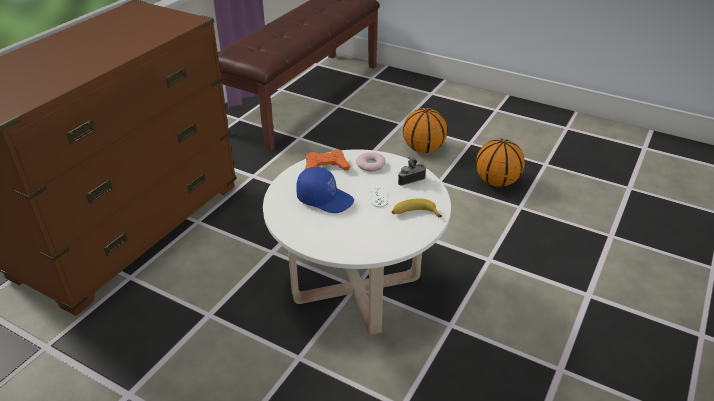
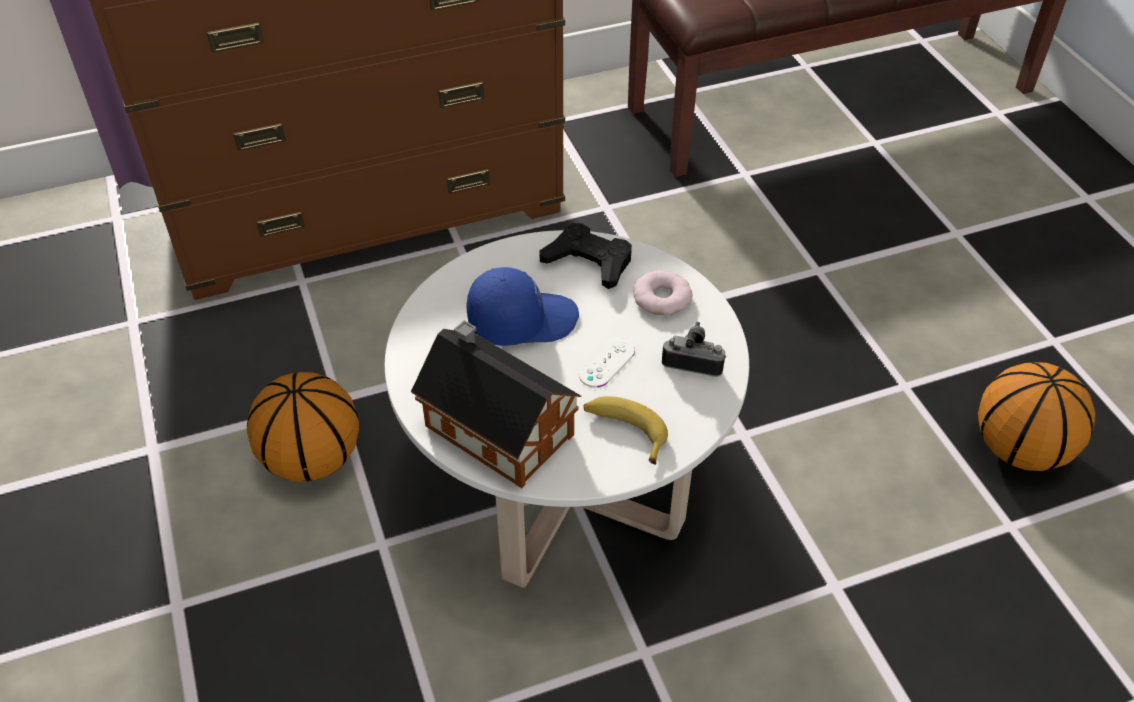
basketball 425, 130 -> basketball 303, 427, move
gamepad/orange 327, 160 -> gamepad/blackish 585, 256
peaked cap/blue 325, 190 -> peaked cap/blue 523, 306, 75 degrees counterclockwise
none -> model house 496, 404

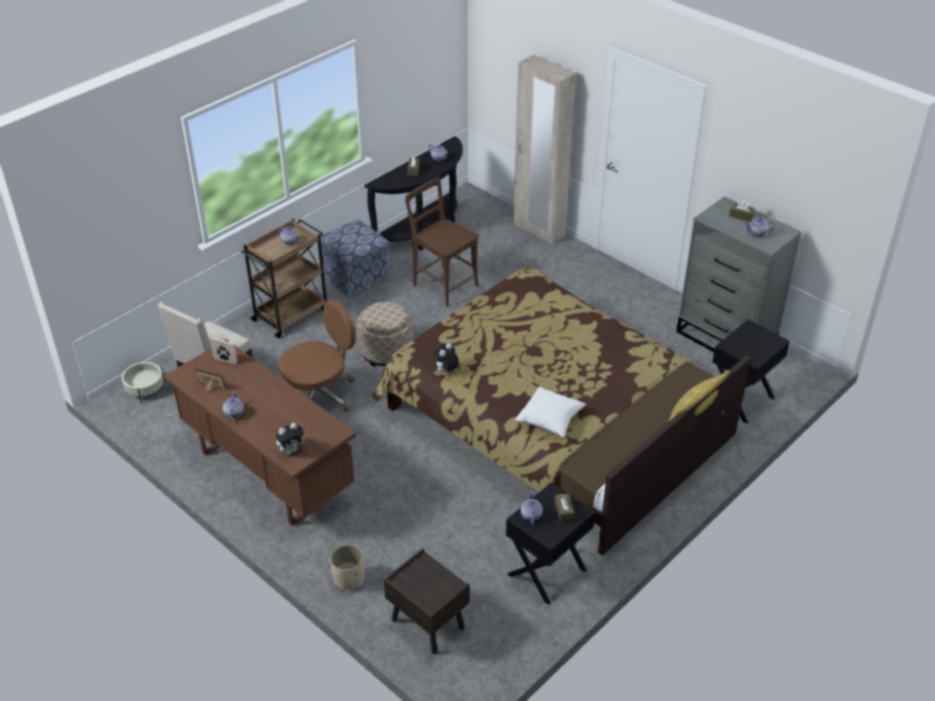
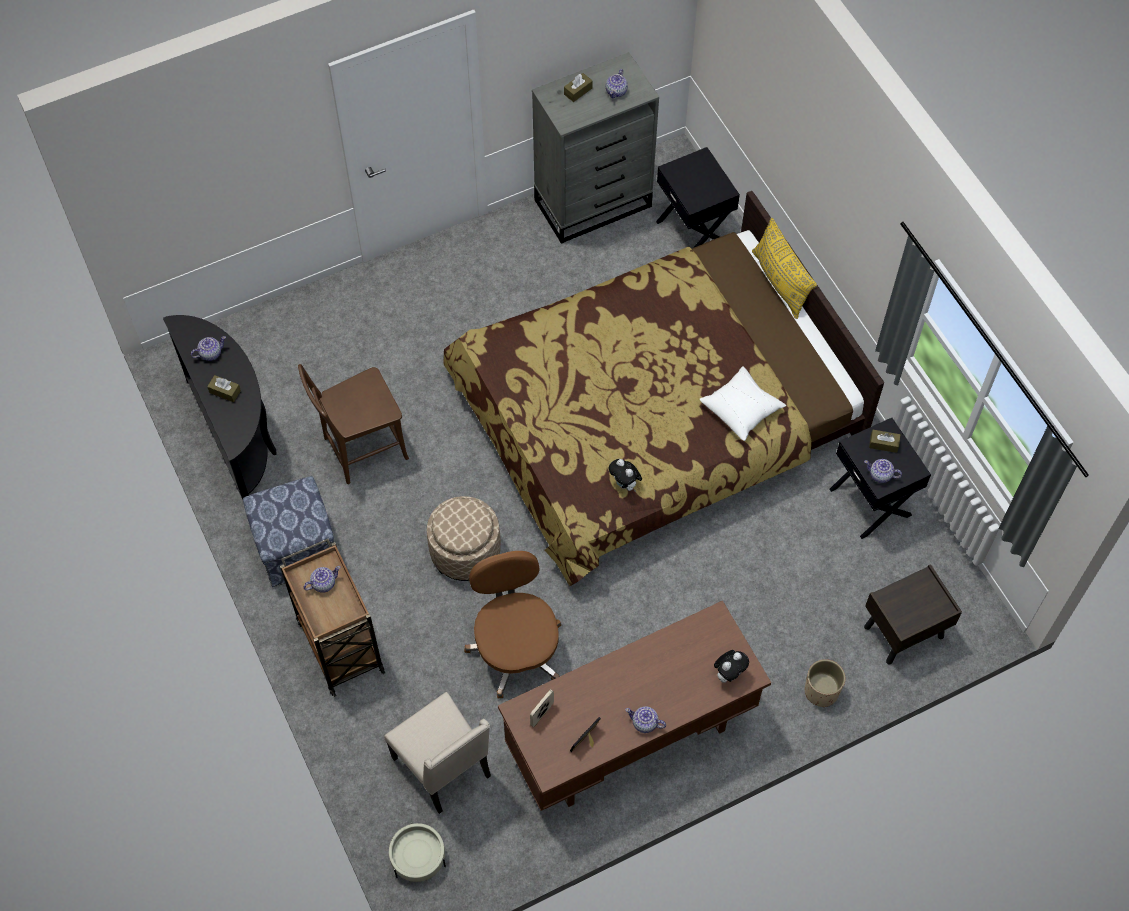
wardrobe/beige 544, 150 -> none
cuddly toy 291, 438 -> cuddly toy 731, 666, 60 degrees clockwise

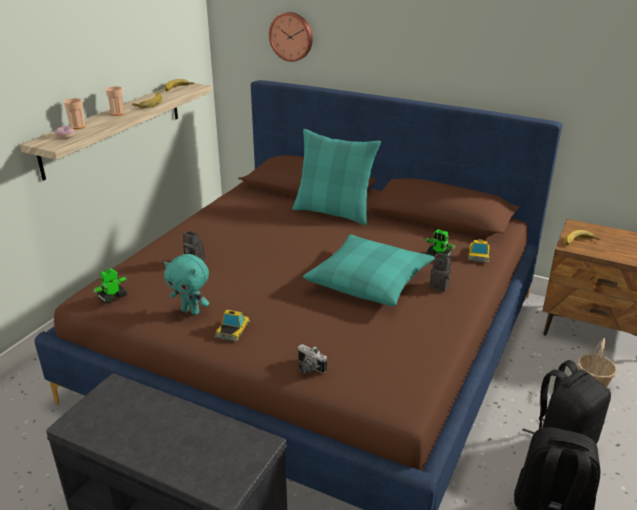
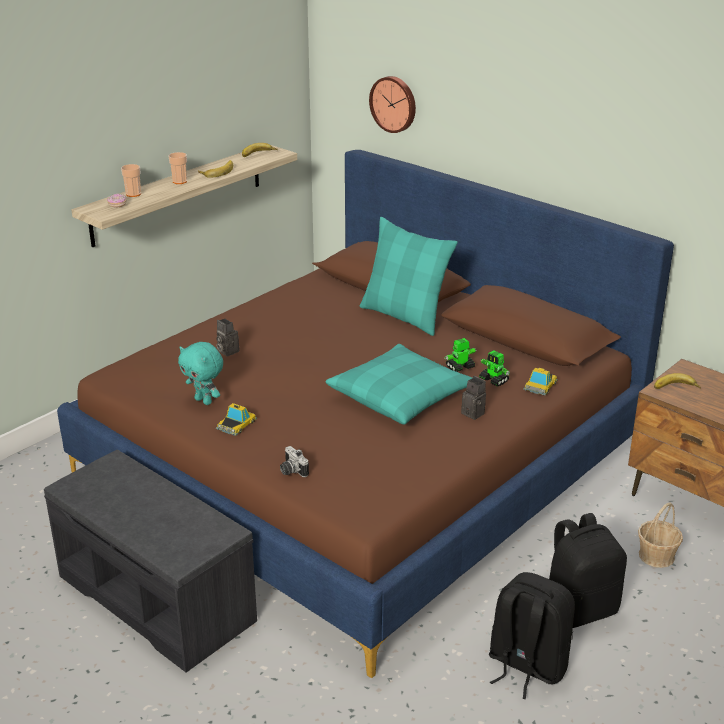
robot figure 109, 285 -> robot figure 460, 355, move

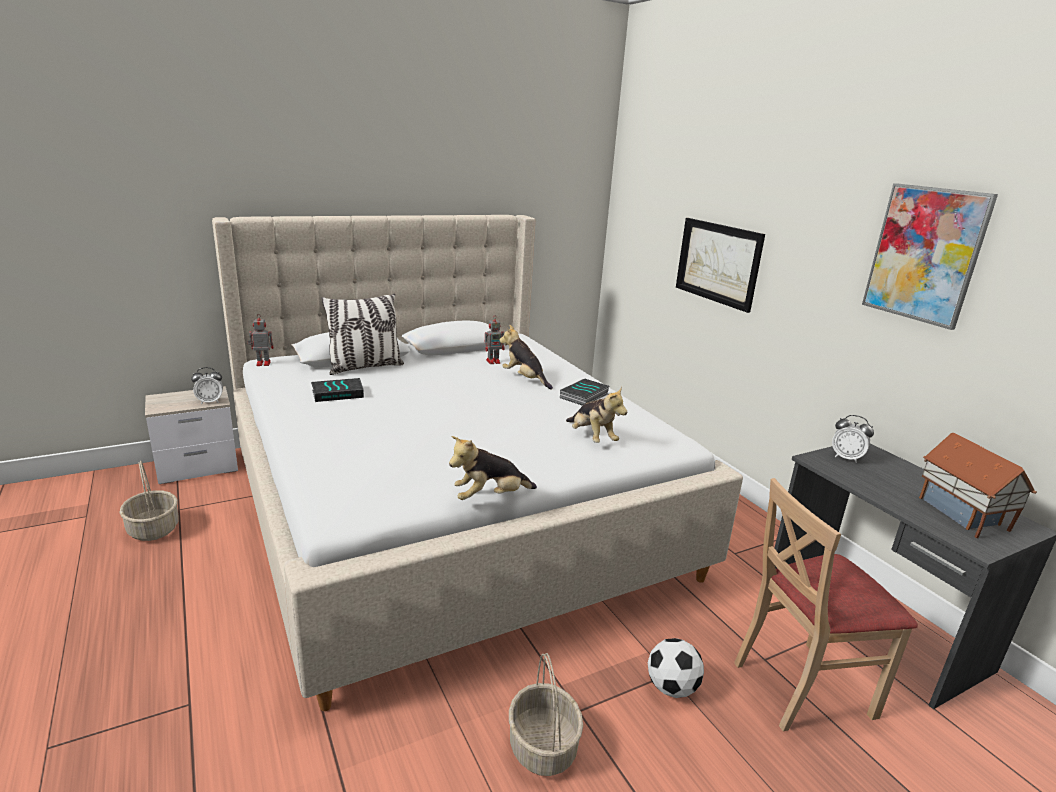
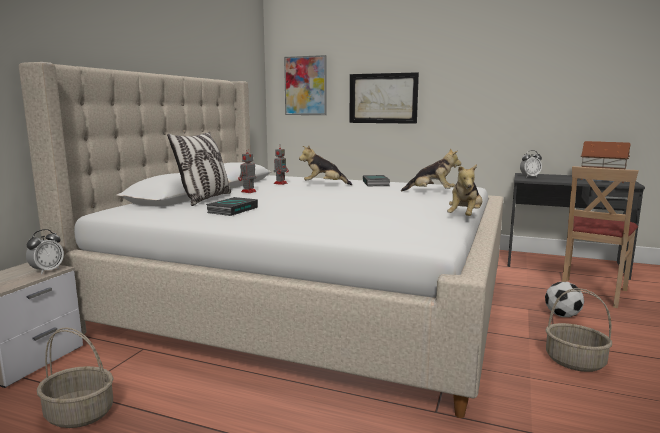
picture 930, 256 -> picture 305, 85, move
robot figure 261, 342 -> robot figure 247, 170, move

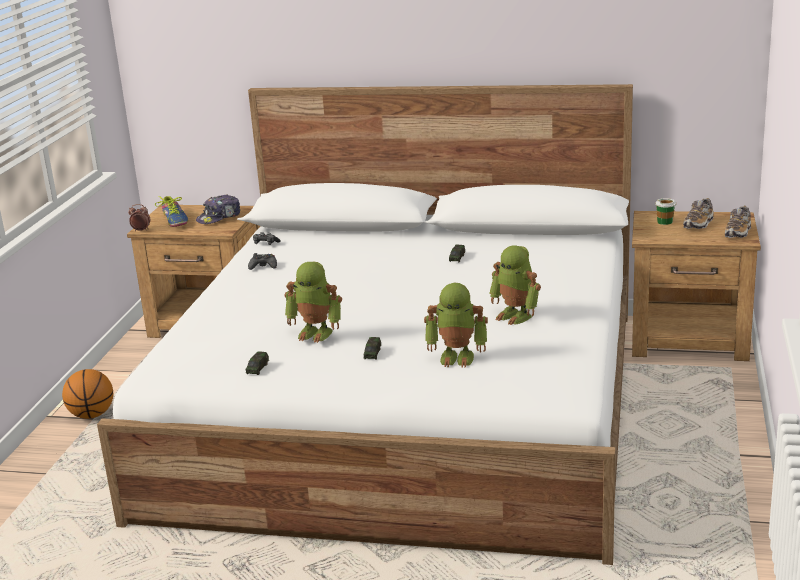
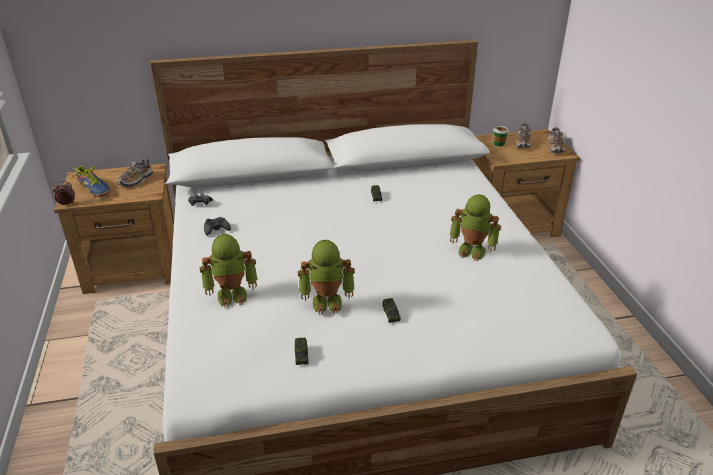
peaked cap 218, 209 -> item of footwear 135, 172
robot figure 456, 325 -> robot figure 228, 271, move
basketball 87, 394 -> none

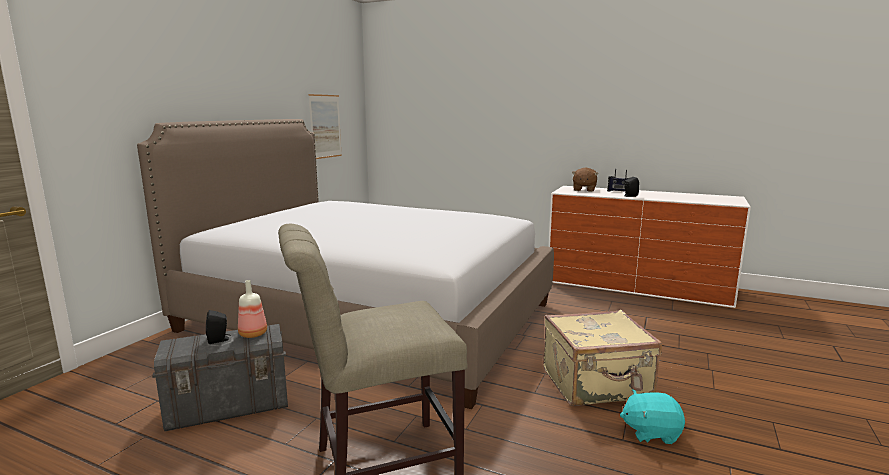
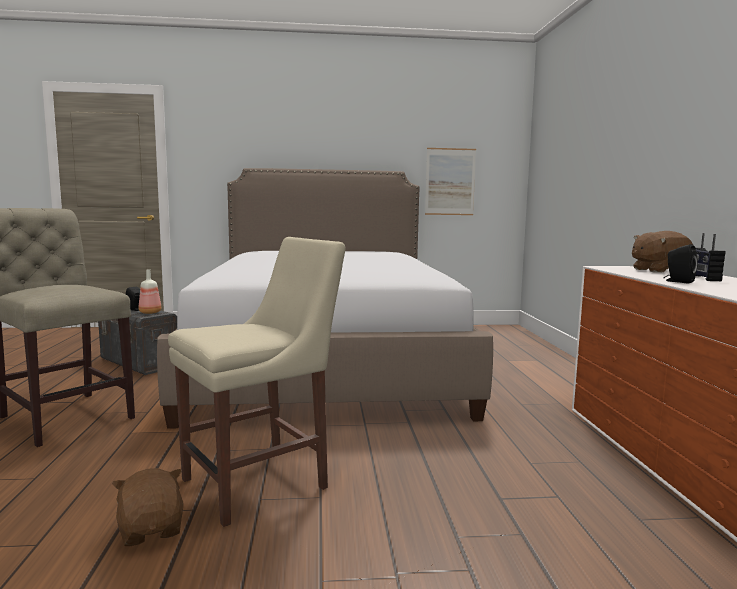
suitcase/beige 602, 358 -> upright chair/beige 256, 382
cuddly toy/blue-green 652, 416 -> cuddly toy/brownish 147, 507

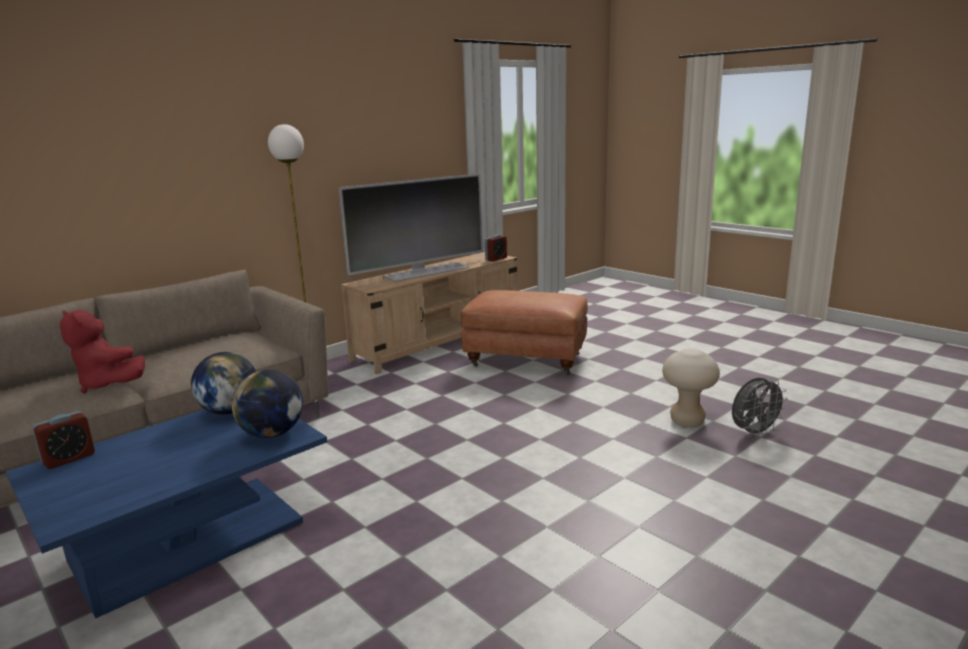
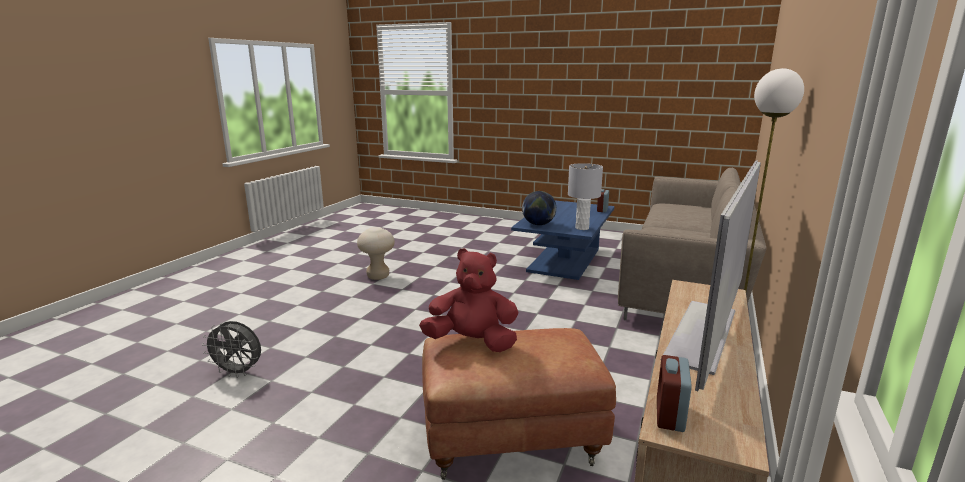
cuddly toy/red-coloured 102, 351 -> cuddly toy/red-coloured 468, 300, move
stool/beige 691, 387 -> stool/beige 376, 253, move
world globe 223, 383 -> lamp for a table/grey 585, 196
fan/grey 760, 408 -> fan/grey 231, 349, 120 degrees counterclockwise

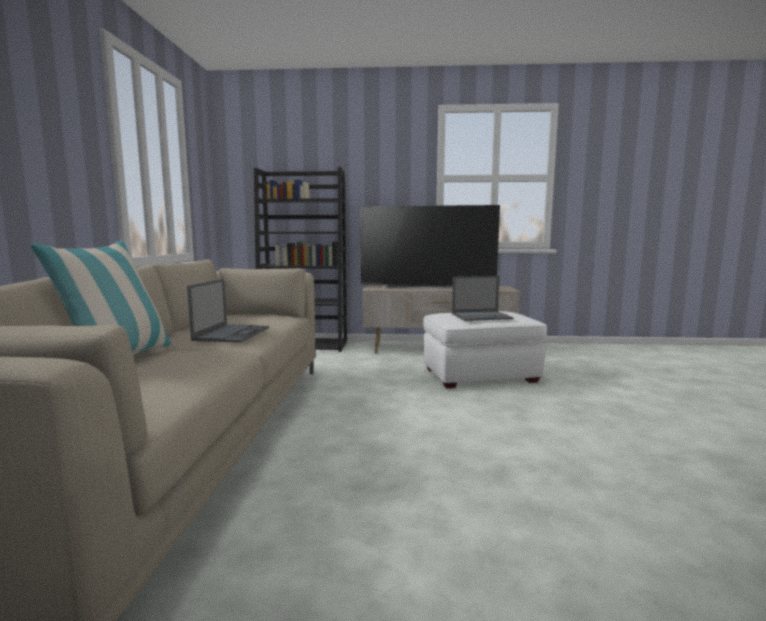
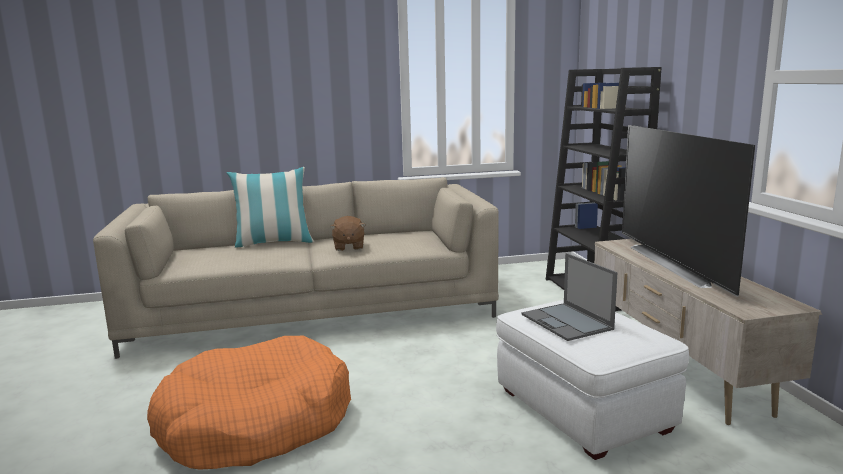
portable computer 228, 311 -> cuddly toy/brownish 348, 233
none -> dog cushion/orange 249, 403

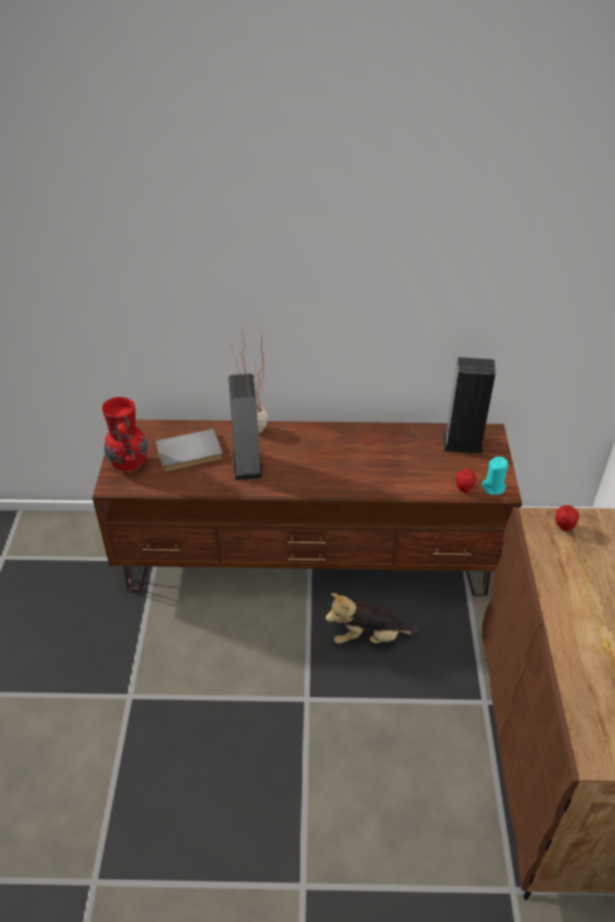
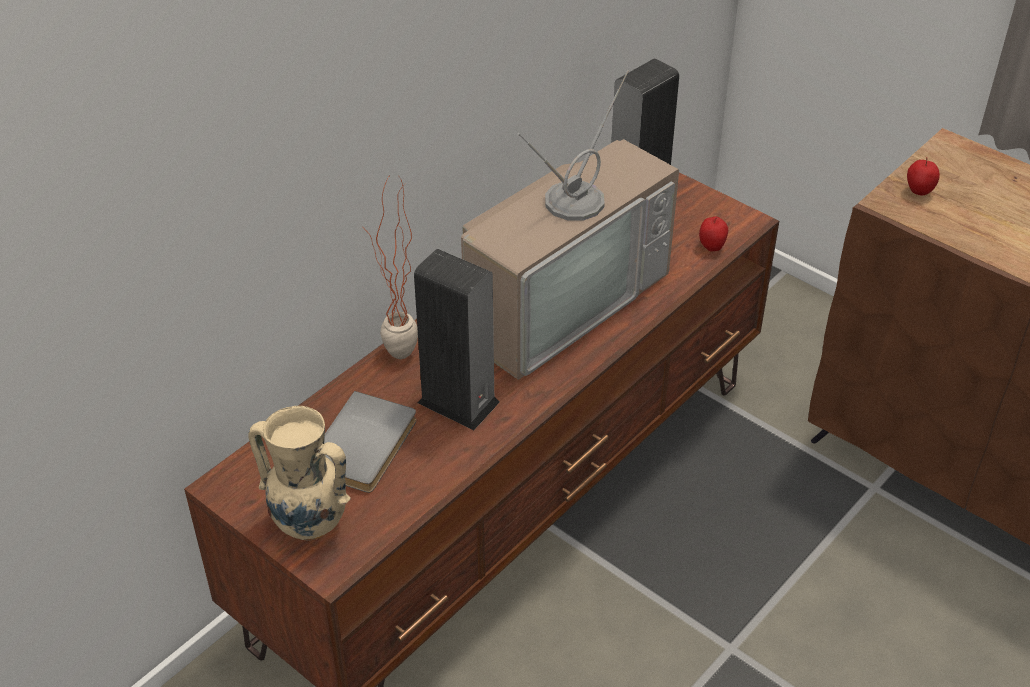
decorative vase/red-coloured 124, 434 -> decorative vase/beige 300, 473
wax light/blue-green 495, 476 -> none
cuddly toy 372, 618 -> none
none -> TV set 570, 225

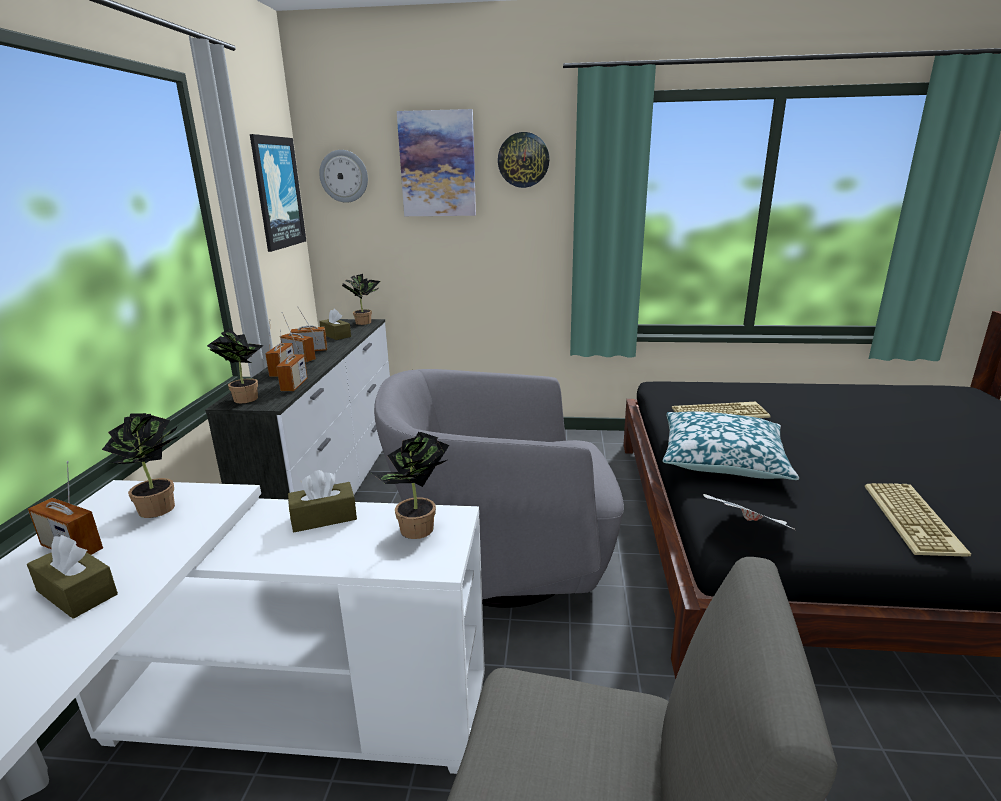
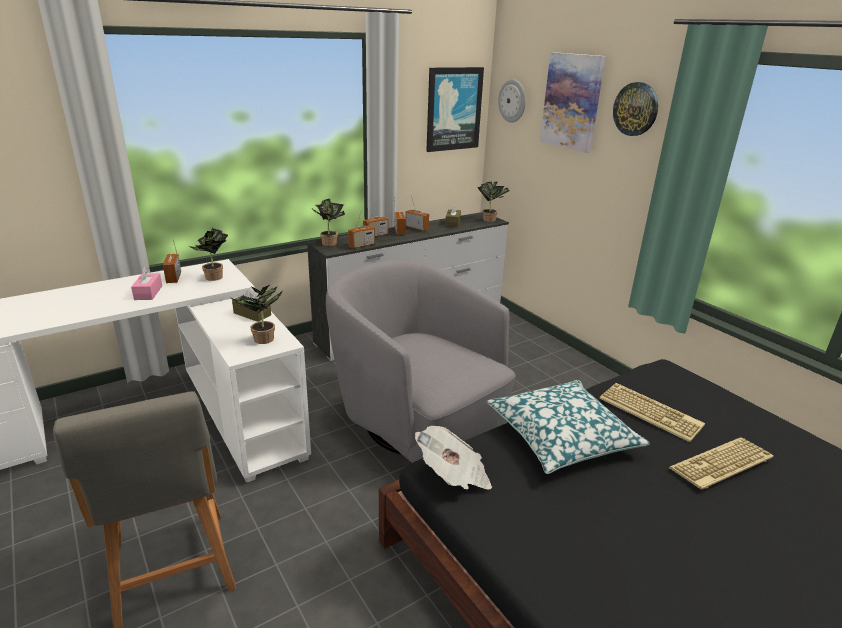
PC keyboard 917, 520 -> PC keyboard 721, 463, move
tissue box/brownish 72, 577 -> tissue box/pink-coloured 146, 283

